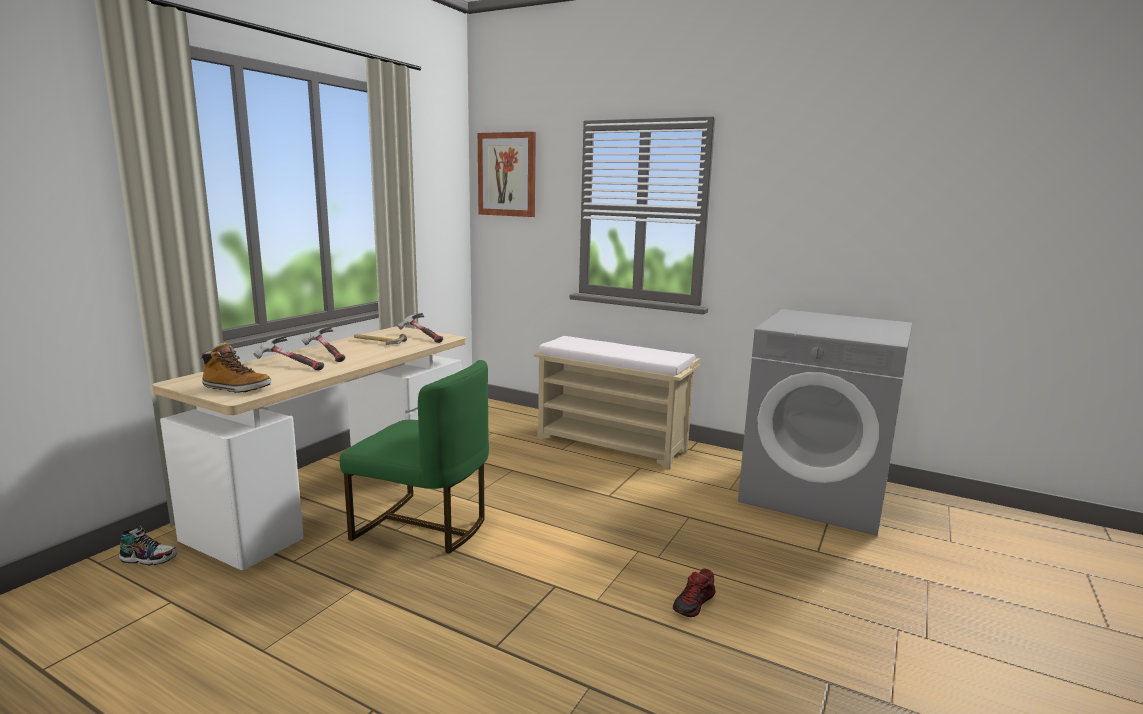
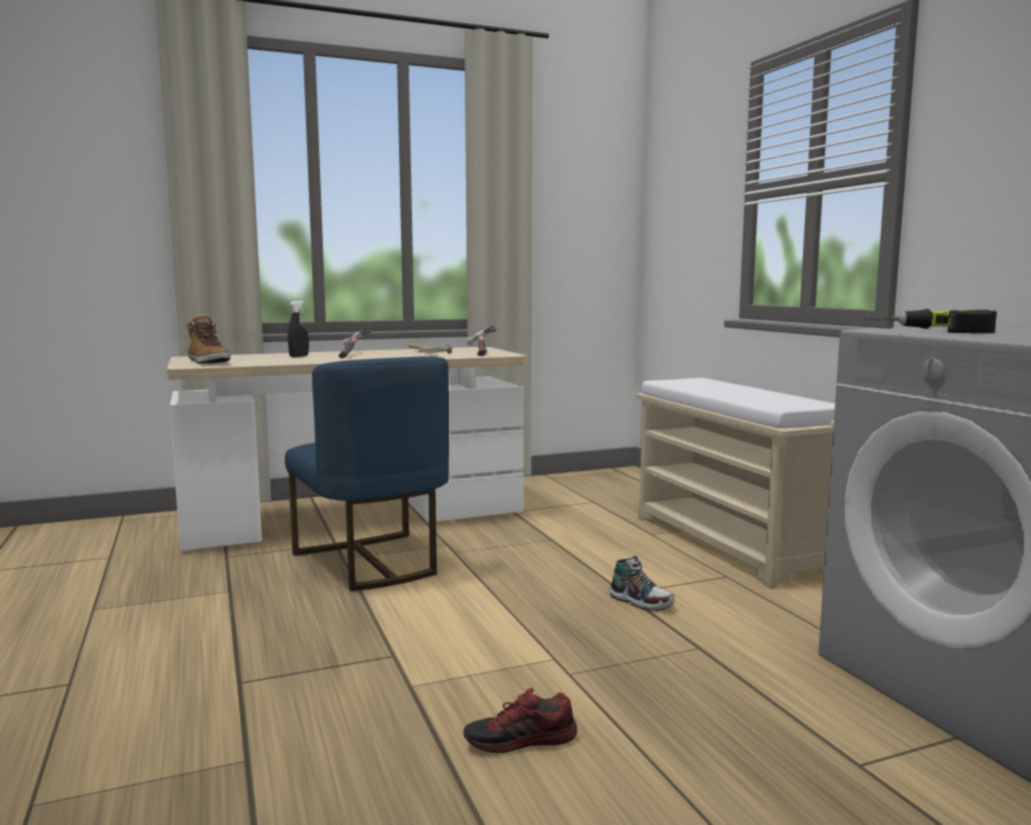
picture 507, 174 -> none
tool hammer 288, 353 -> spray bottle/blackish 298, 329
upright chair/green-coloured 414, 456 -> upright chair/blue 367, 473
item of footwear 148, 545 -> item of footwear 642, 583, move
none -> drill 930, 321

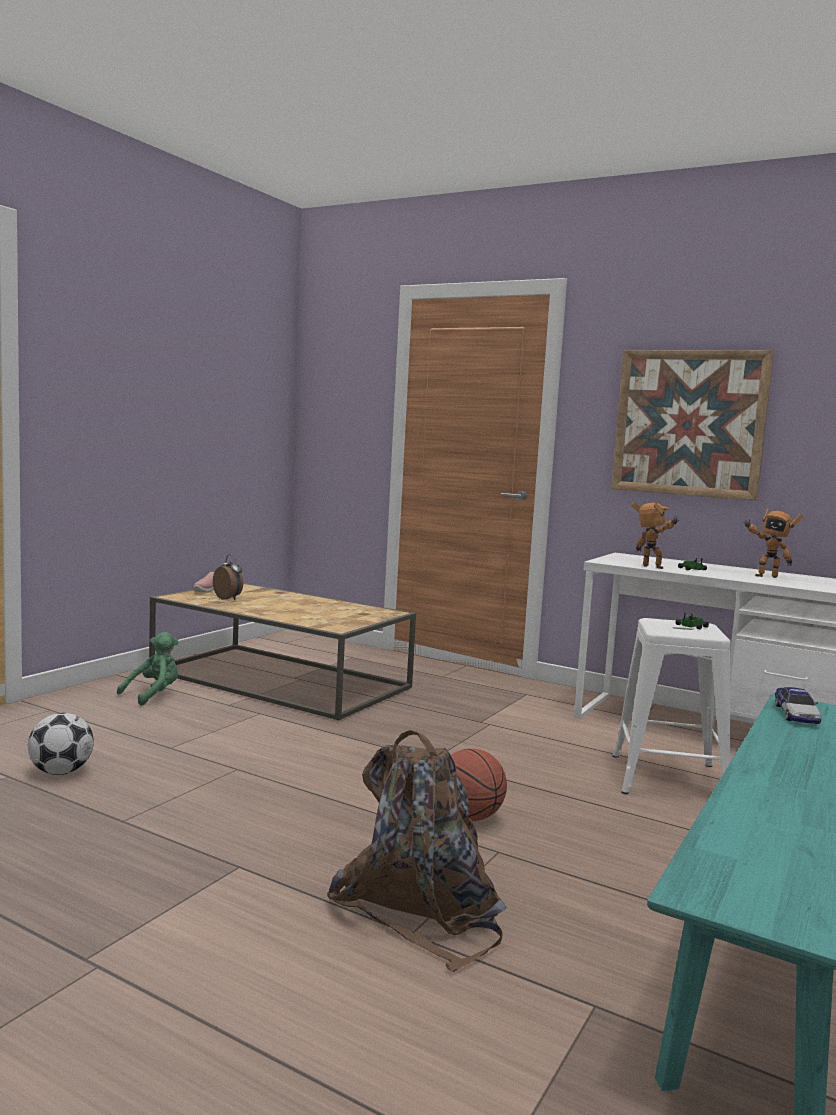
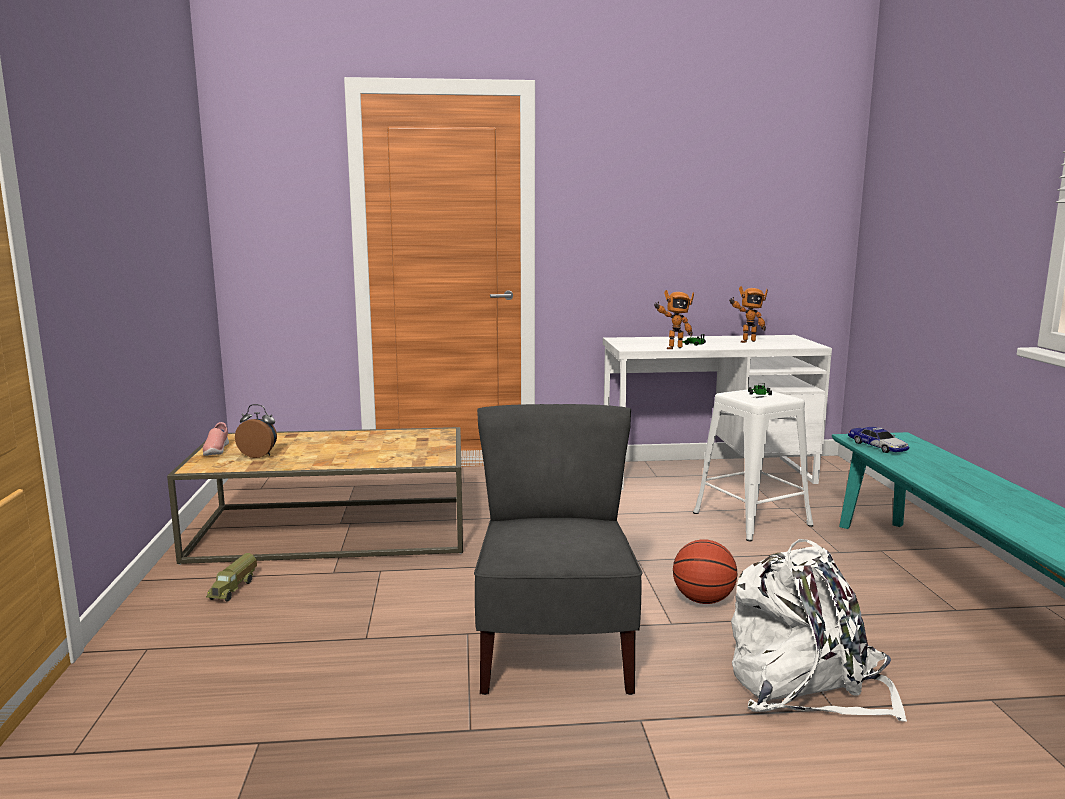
picture 692, 425 -> none
robot figure 655, 535 -> robot figure 674, 319, 150 degrees clockwise
cuddly toy/green-coloured 148, 669 -> model truck 231, 577
football 61, 744 -> none
knapsack/brownish 417, 851 -> knapsack/white 819, 630
none -> upright chair/grey 558, 549

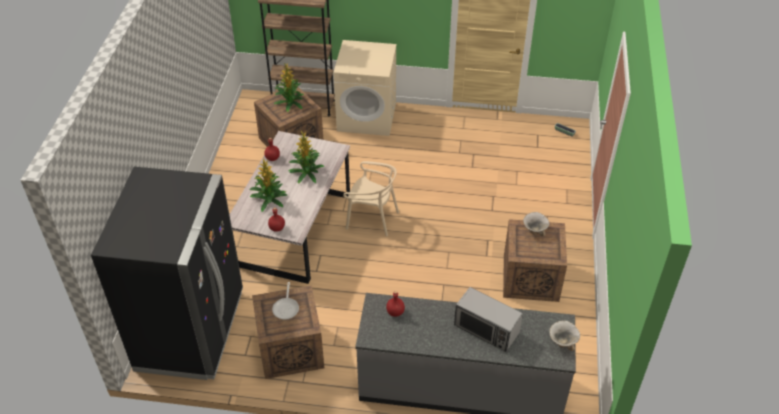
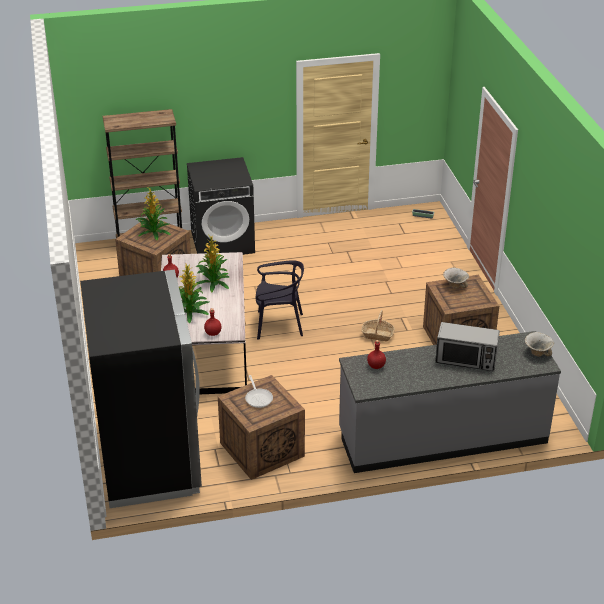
laundry appliance/beige 365, 88 -> laundry appliance/blackish 221, 206
upright chair/beige 371, 199 -> upright chair/blackish 280, 300
none -> household basket 378, 325

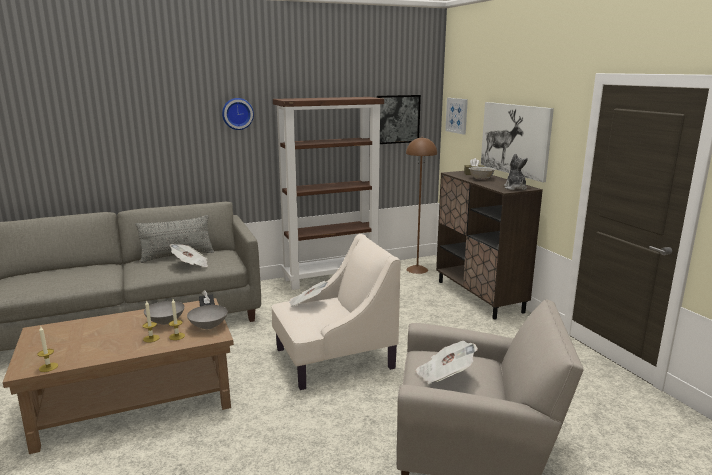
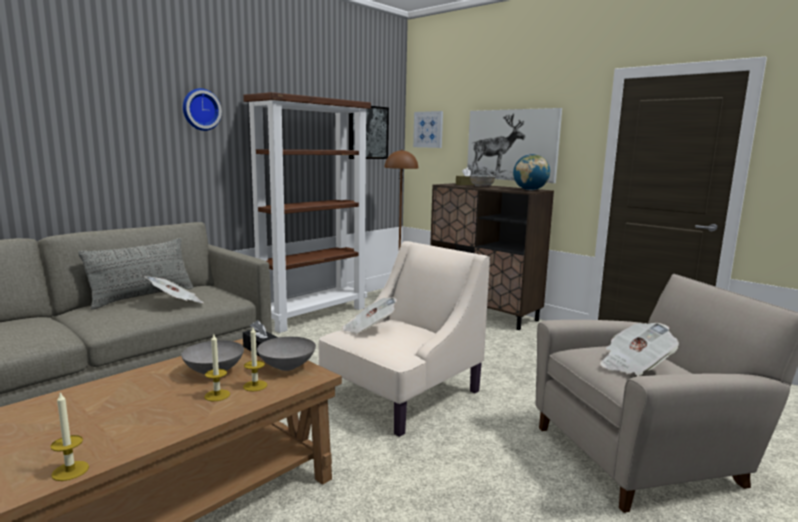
cuddly toy 516, 171 -> world globe 531, 172

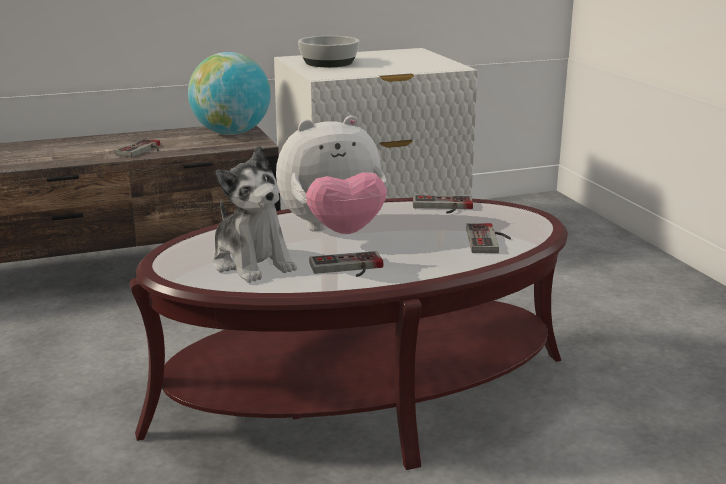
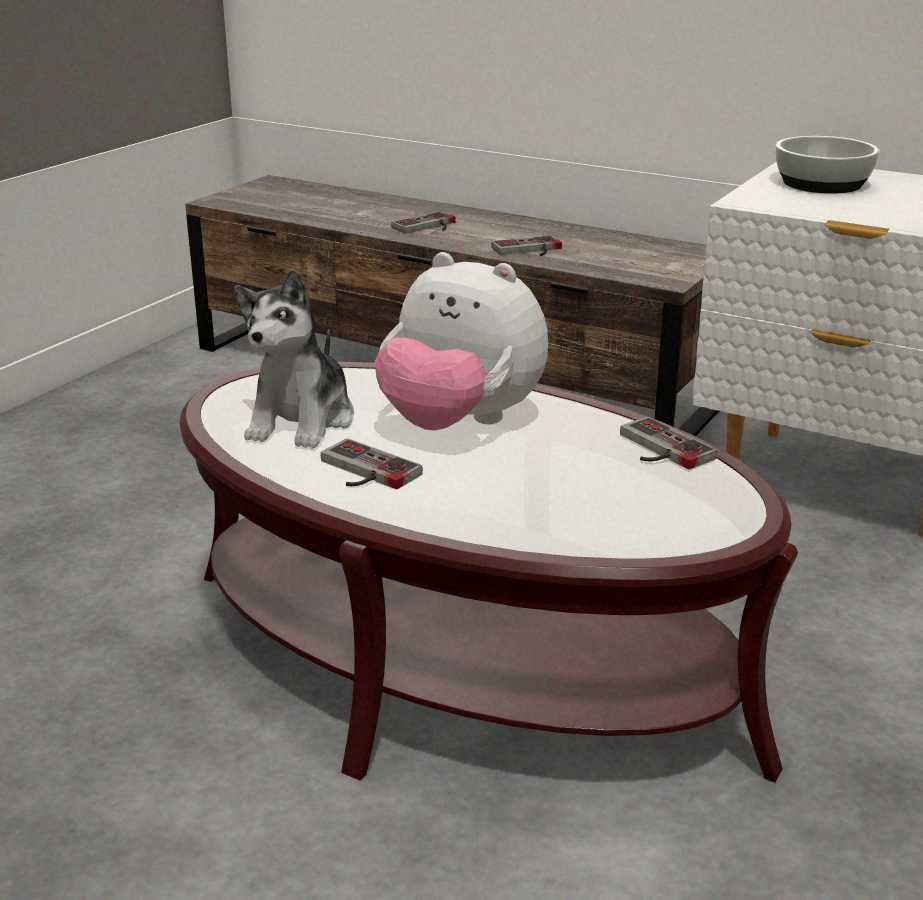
world globe 229, 93 -> none
gamepad 488, 238 -> gamepad 423, 222, move

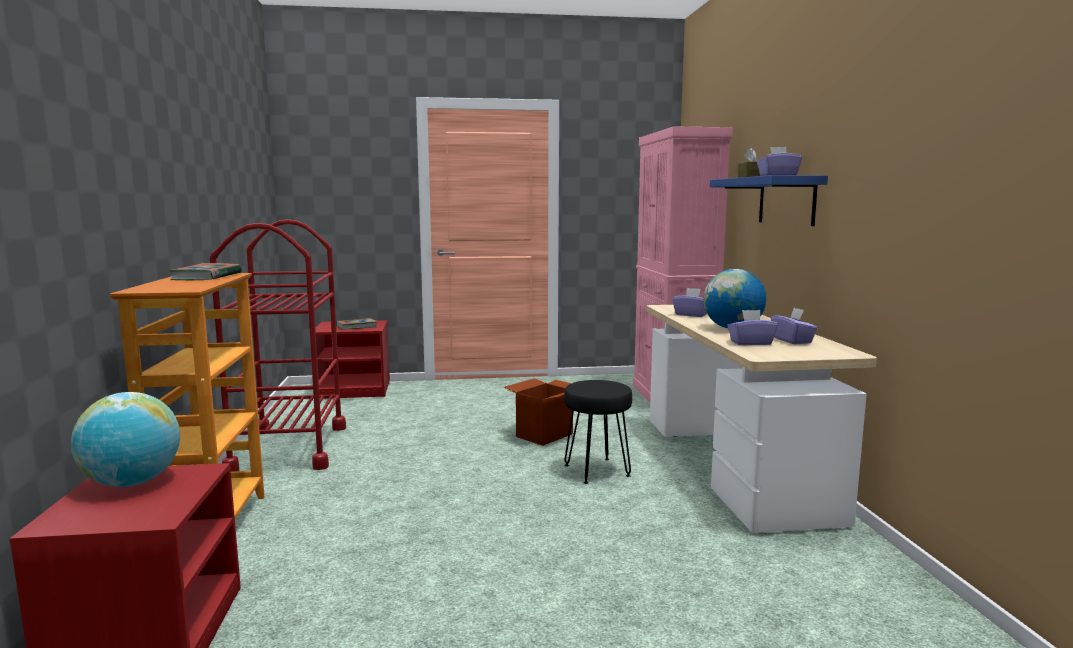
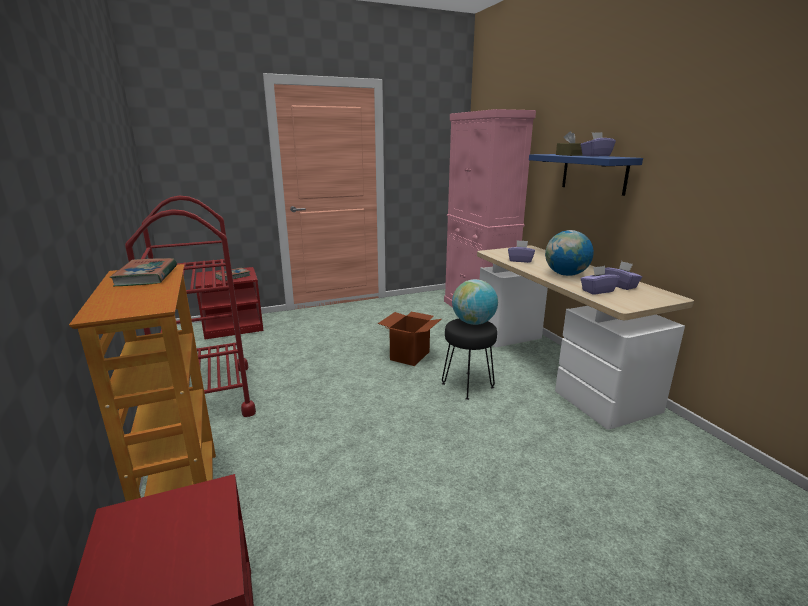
world globe 125, 439 -> world globe 475, 302, move

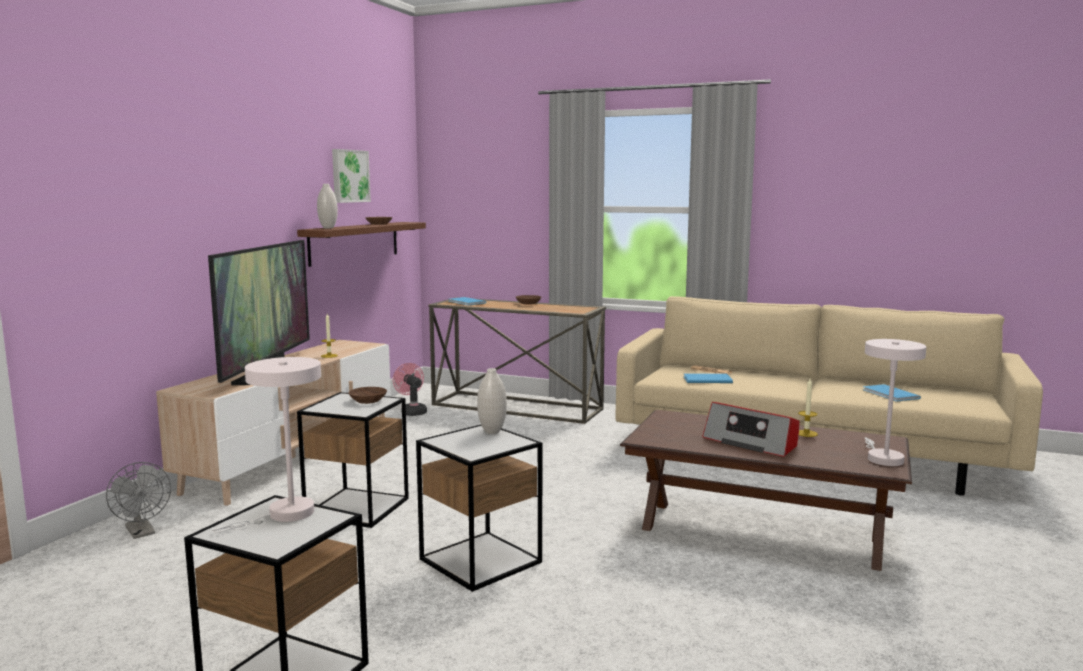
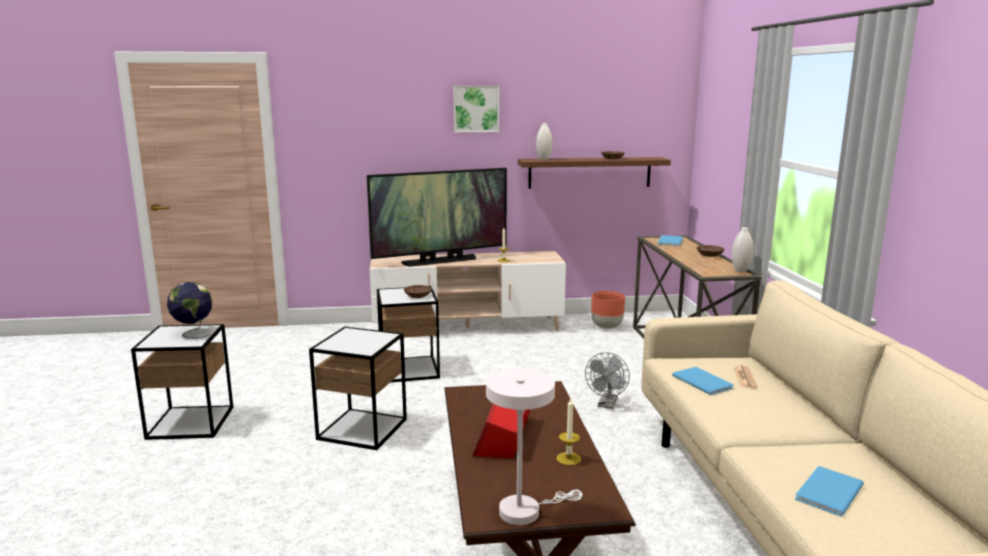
picture 351, 176 -> picture 476, 109, move
lamp for a table/white 266, 445 -> world globe 189, 310
fan/pink-coloured 410, 389 -> flower pot/brownish 608, 310
decorative vase/white 492, 401 -> decorative vase/white 743, 249, move
fan/grey 138, 500 -> fan/grey 607, 380, move

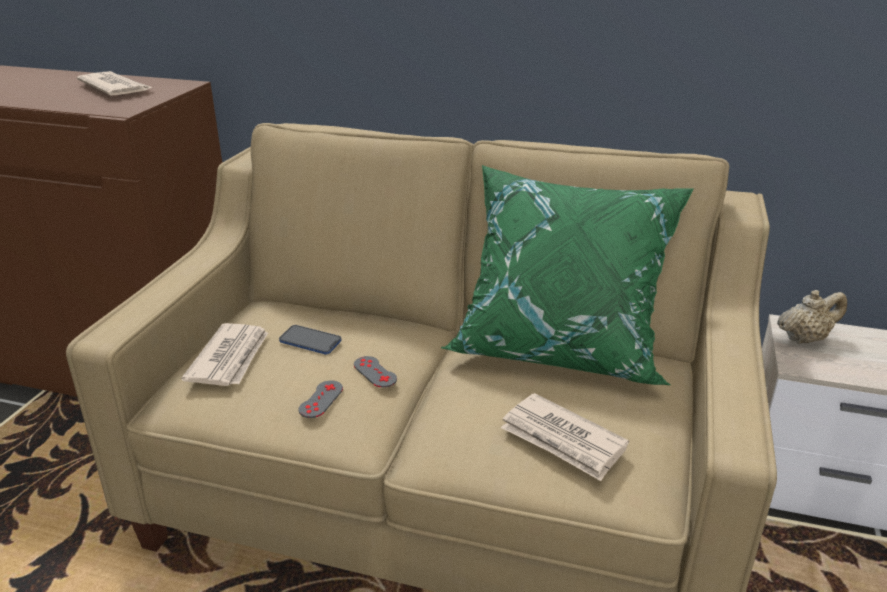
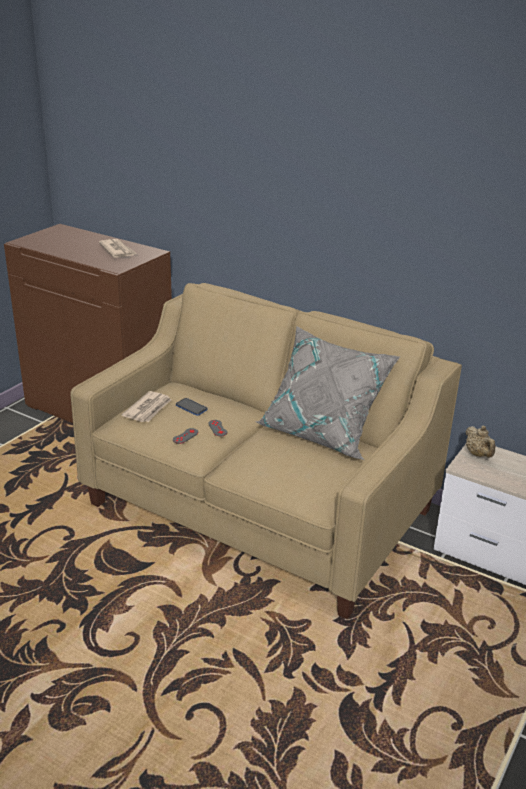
throw pillow/green-coloured 567, 275 -> throw pillow/grey 327, 393
pot for tea/beige 812, 317 -> pot for tea/beige 481, 442, 75 degrees clockwise
newspaper 565, 437 -> none

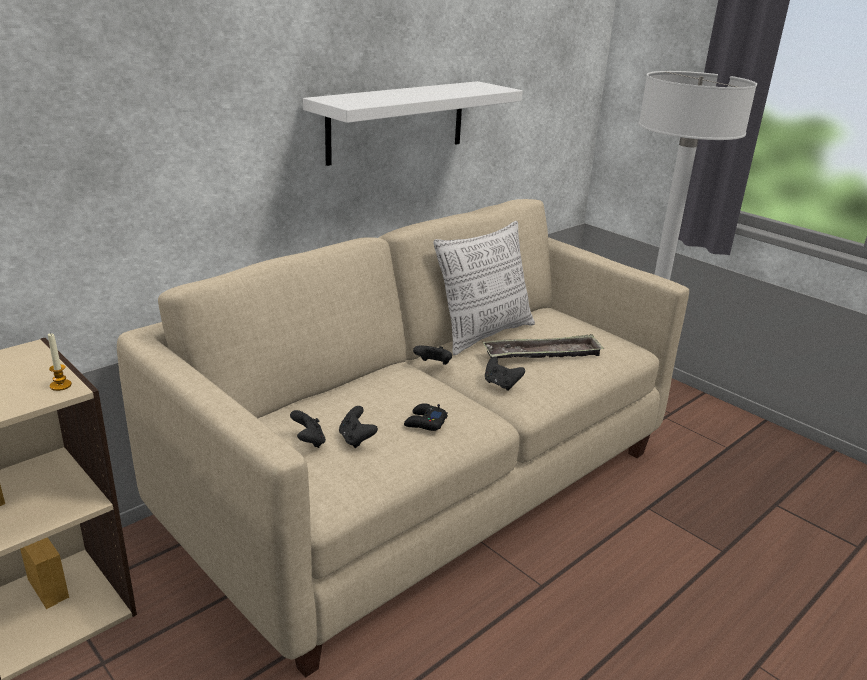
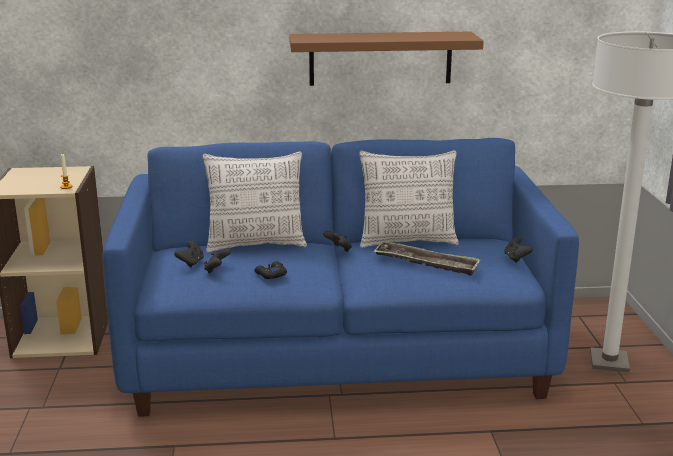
wall shelf/white 413, 123 -> wall shelf/brownish 386, 59
sofa/beige 403, 438 -> sofa/blue 340, 277
gamepad/blackish 505, 373 -> gamepad/blackish 518, 250, move
none -> throw pillow 255, 202

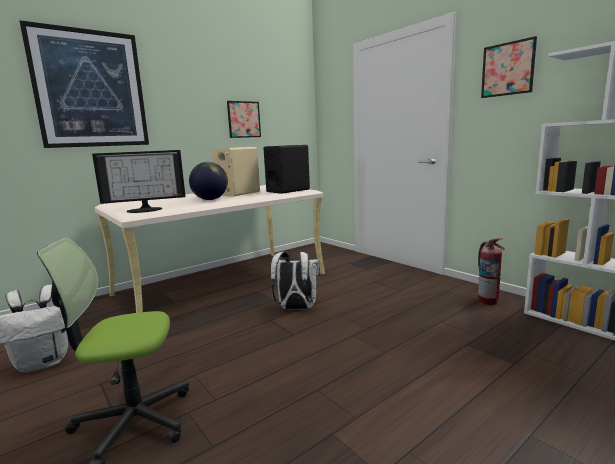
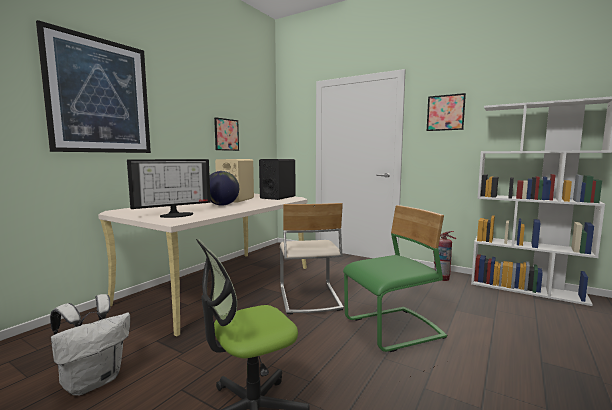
knapsack/white 295, 280 -> upright chair/beige 312, 258
none -> upright chair/green-coloured 395, 278

